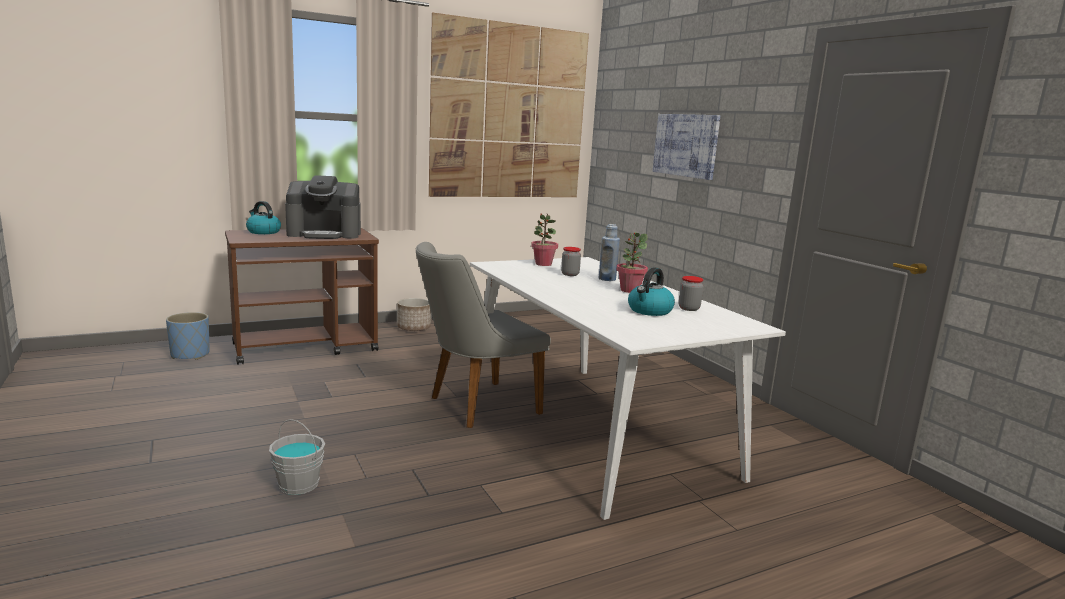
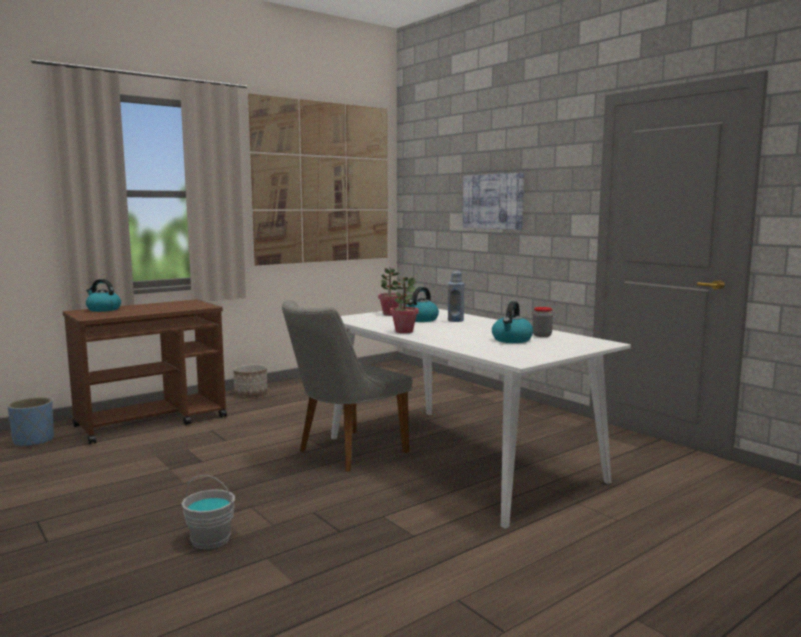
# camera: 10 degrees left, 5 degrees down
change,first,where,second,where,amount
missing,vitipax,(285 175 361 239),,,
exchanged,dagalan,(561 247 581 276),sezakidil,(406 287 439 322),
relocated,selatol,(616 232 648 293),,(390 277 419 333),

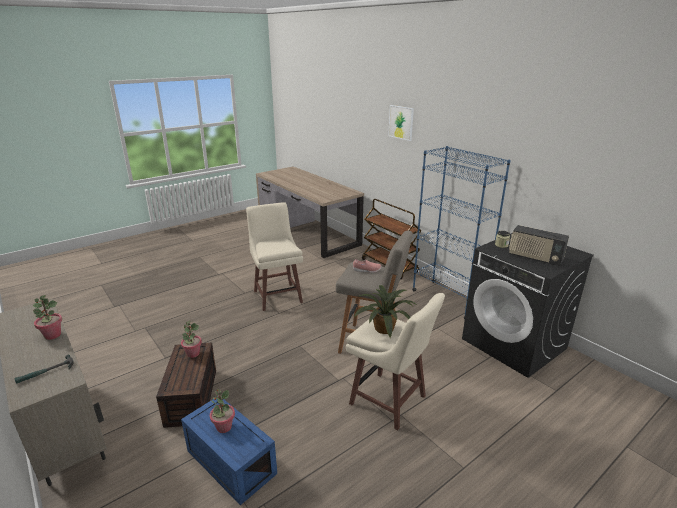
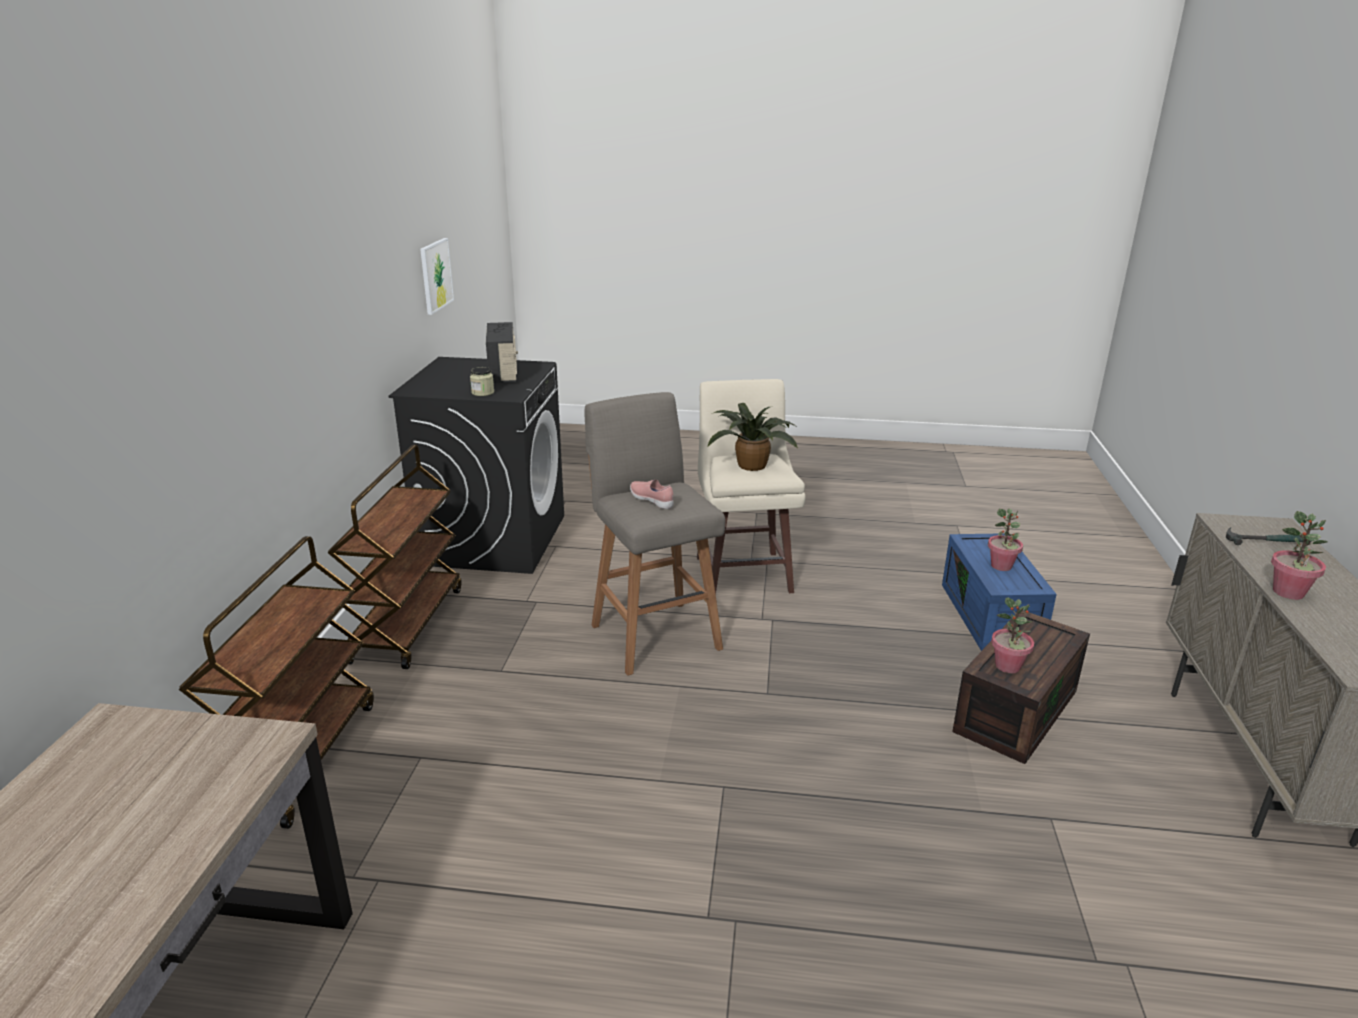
# camera: 135 degrees left, 0 degrees up
change,first,where,second,where,amount
missing,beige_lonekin,(246 202 303 311),,,
relocated,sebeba,(388 105 414 141),,(420 238 454 315),
exchanged,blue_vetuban,(412 146 511 319),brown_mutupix,(328 445 462 669),

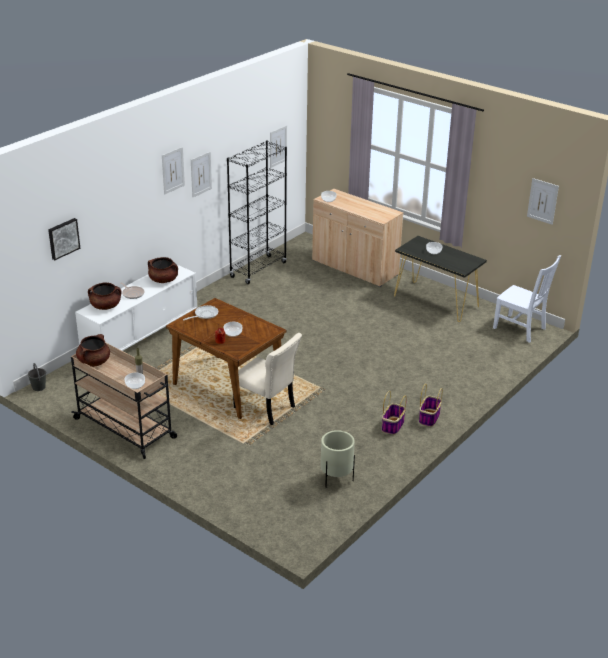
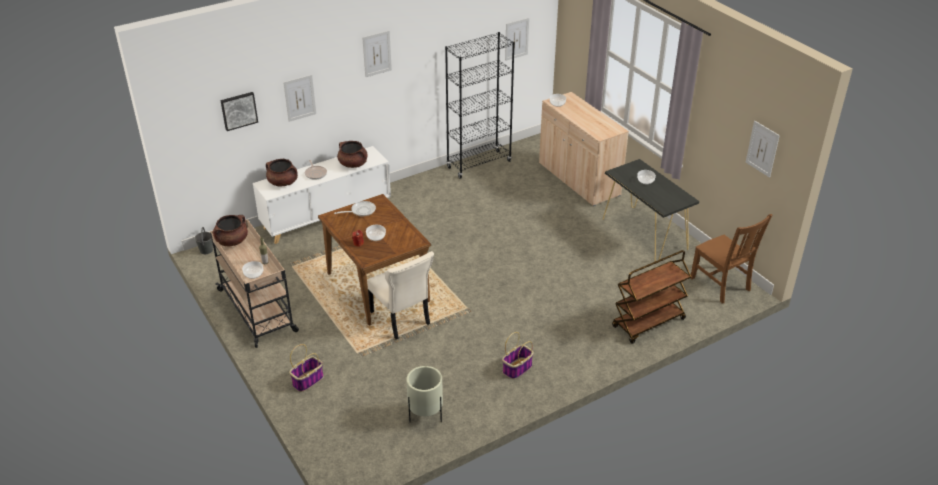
# camera: 20 degrees right, 5 degrees up
change,first,where,second,where,amount
relocated,sebeba,(191 152 212 197),,(283 75 316 122),
relocated,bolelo,(419 384 443 427),,(289 344 324 392),
colour,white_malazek,(493 255 561 343),brown_malazek,(690 214 772 304),
appeared,,,brown_mutupix,(612 250 691 344),

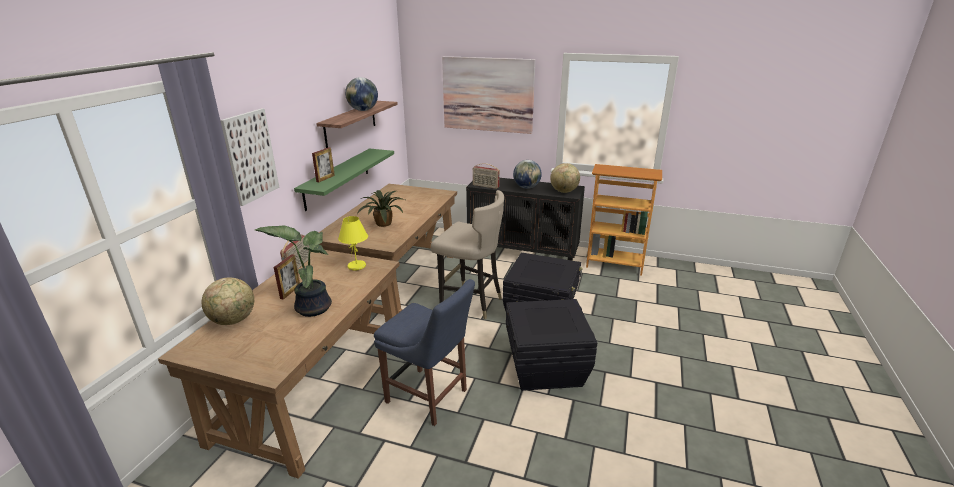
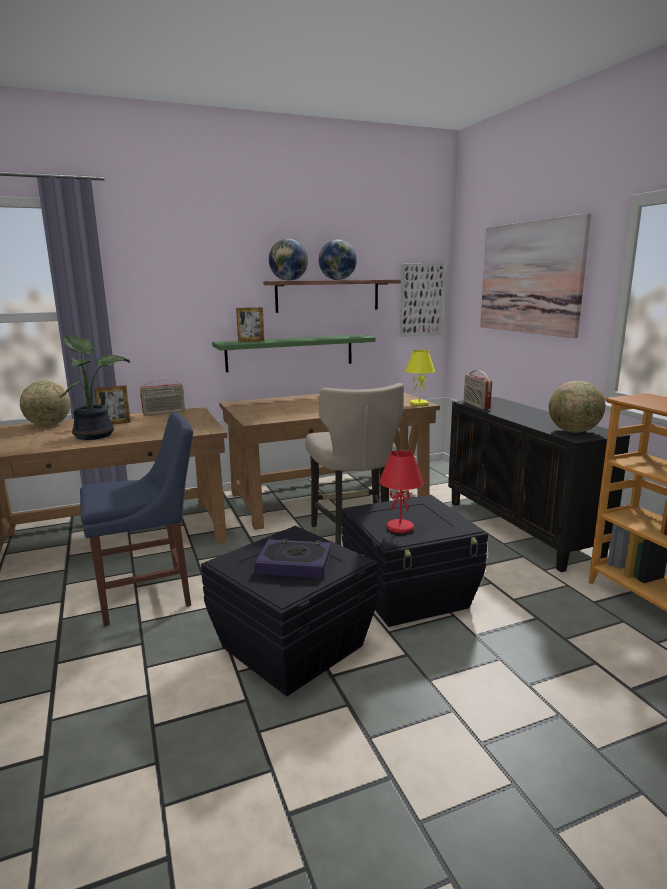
# camera: 50 degrees right, 10 degrees down
change,first,where,second,where,amount
relocated,sebeba,(220 108 279 206),,(400 263 445 337),
relocated,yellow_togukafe,(338 216 368 271),,(405 350 435 406),
missing,selatol,(357 190 407 227),,,
spun,blue_malazek,(374 279 475 426),,(80 412 193 626),105 degrees counterclockwise
relocated,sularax,(513 160 542 189),,(269 239 308 281),
appeared,,,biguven,(255 539 332 578),
appeared,,,red_togukafe,(379 450 424 533),

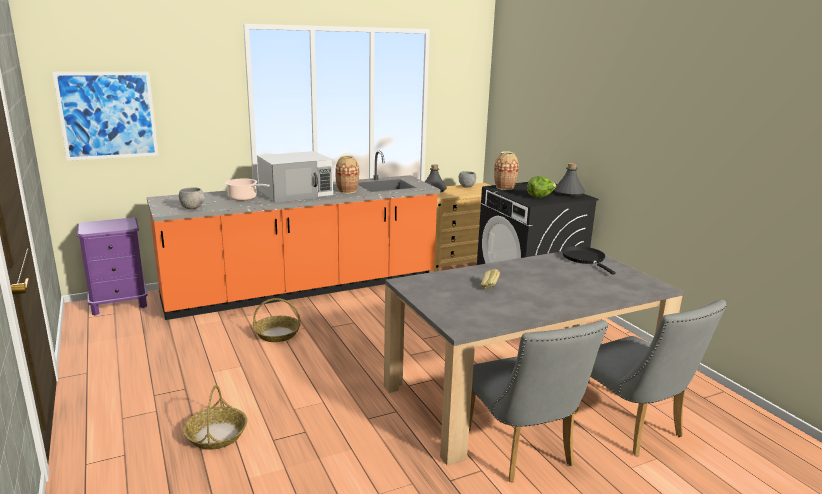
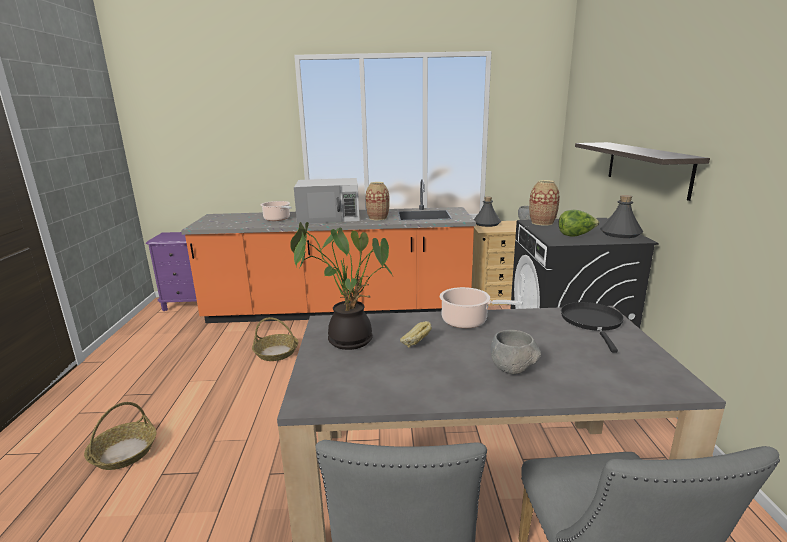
# camera: 25 degrees right, 0 degrees up
change,first,where,second,where,amount
missing,sebeba,(52 72 159 161),,,
relocated,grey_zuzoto,(179 187 205 209),,(491 330 541 374),
appeared,,,selatol,(290 222 393 350),
appeared,,,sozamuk,(440 287 523 328),
appeared,,,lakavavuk,(575 142 710 201),

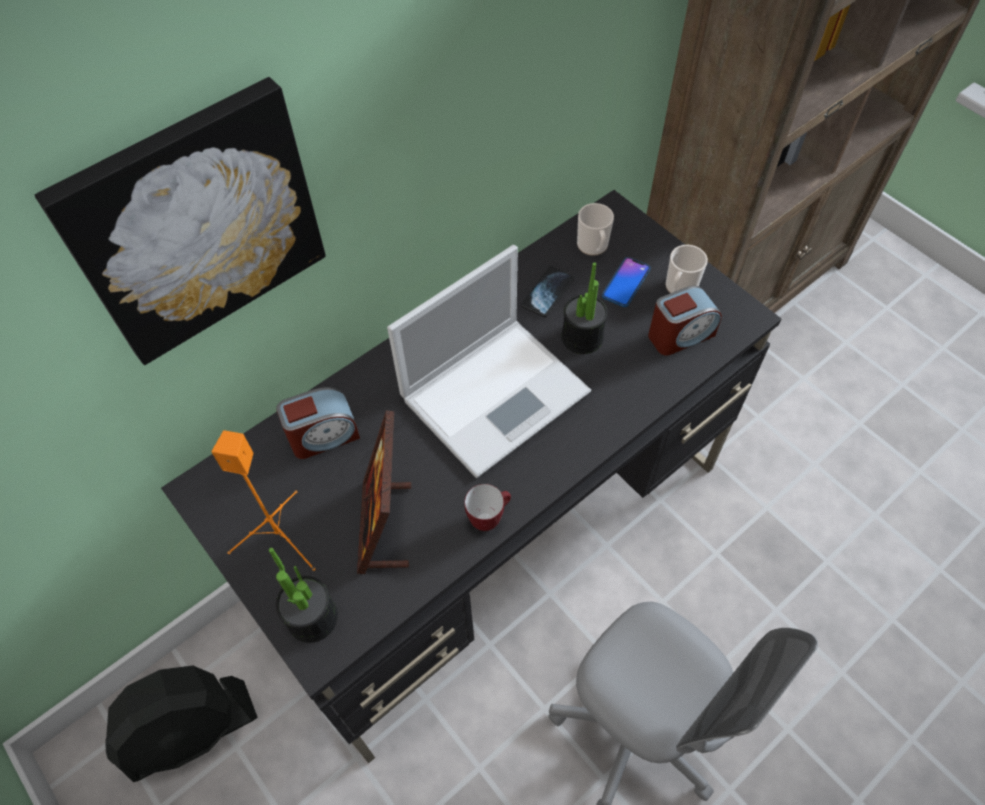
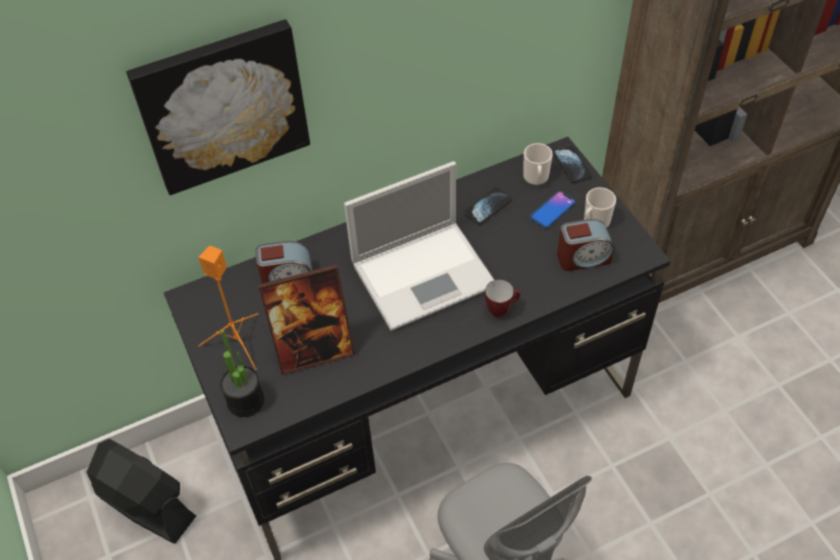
# camera: 15 degrees right, 5 degrees down
change,first,where,second,where,amount
spun,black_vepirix,(106 666 257 782),,(87 439 196 544),135 degrees counterclockwise
spun,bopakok,(357 410 411 574),,(258 264 355 375),120 degrees counterclockwise
relocated,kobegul,(465 484 511 531),,(485 280 520 317),
missing,selatol,(561 262 608 354),,,
appeared,,,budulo,(553 145 592 183),

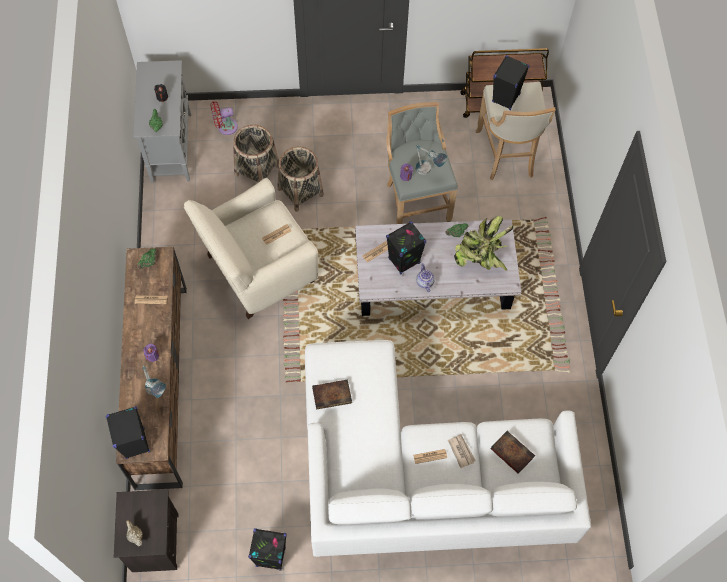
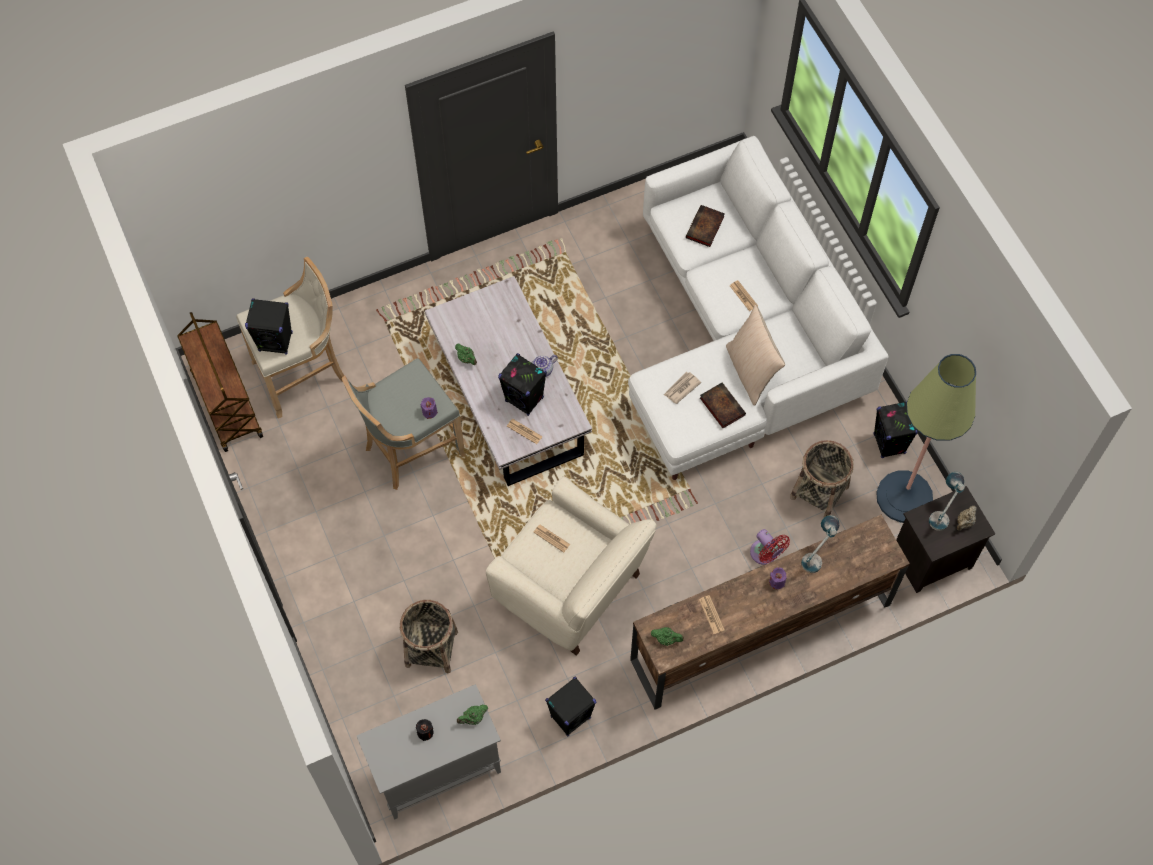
# camera: 110 degrees left, 0 degrees up
change,first,where,second,where,amount
relocated,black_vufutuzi,(106 407 150 459),,(545 677 596 737),
relocated,red_vepirix,(210 101 238 135),,(750 529 790 565),
relocated,bolelo,(278 147 324 212),,(790 440 854 517),
relocated,togukafe,(415 145 447 175),,(929 472 965 531),
relocated,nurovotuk,(448 434 476 468),,(664 372 701 404),
missing,selatol,(454 216 513 271),,,
appeared,,,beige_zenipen,(726 304 785 406),
appeared,,,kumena,(876 354 976 523),

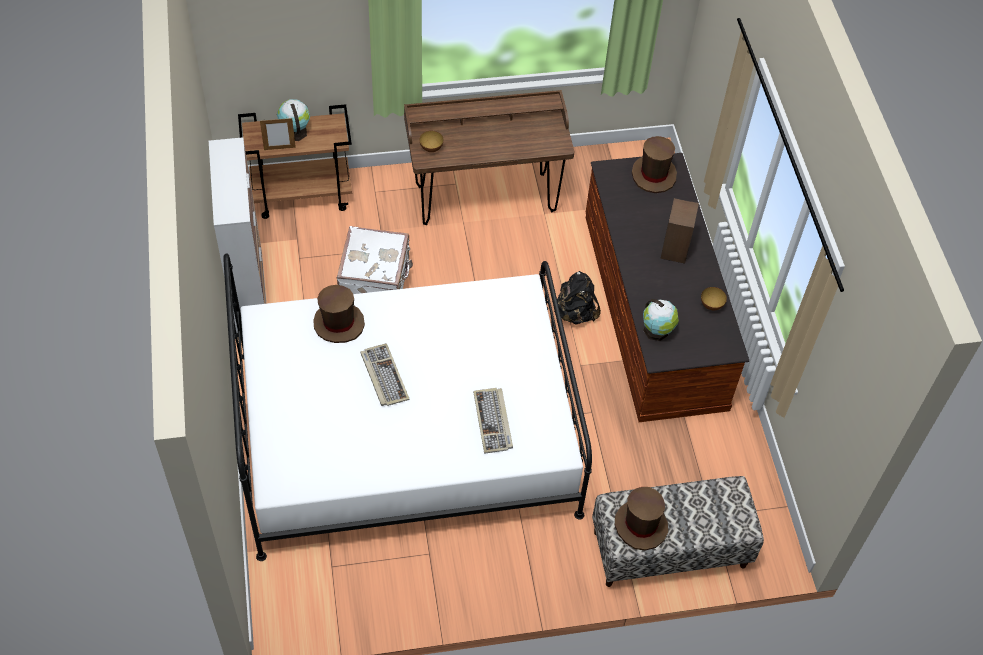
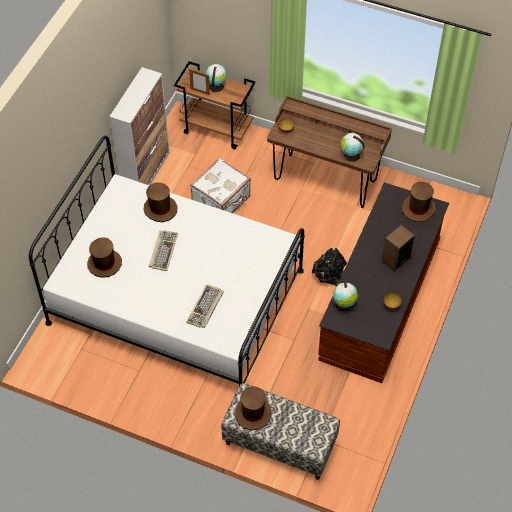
# camera: 35 degrees right, 0 degrees up
change,first,where,second,where,amount
appeared,,,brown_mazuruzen,(87 237 122 278),
appeared,,,sularax,(340 133 365 162),

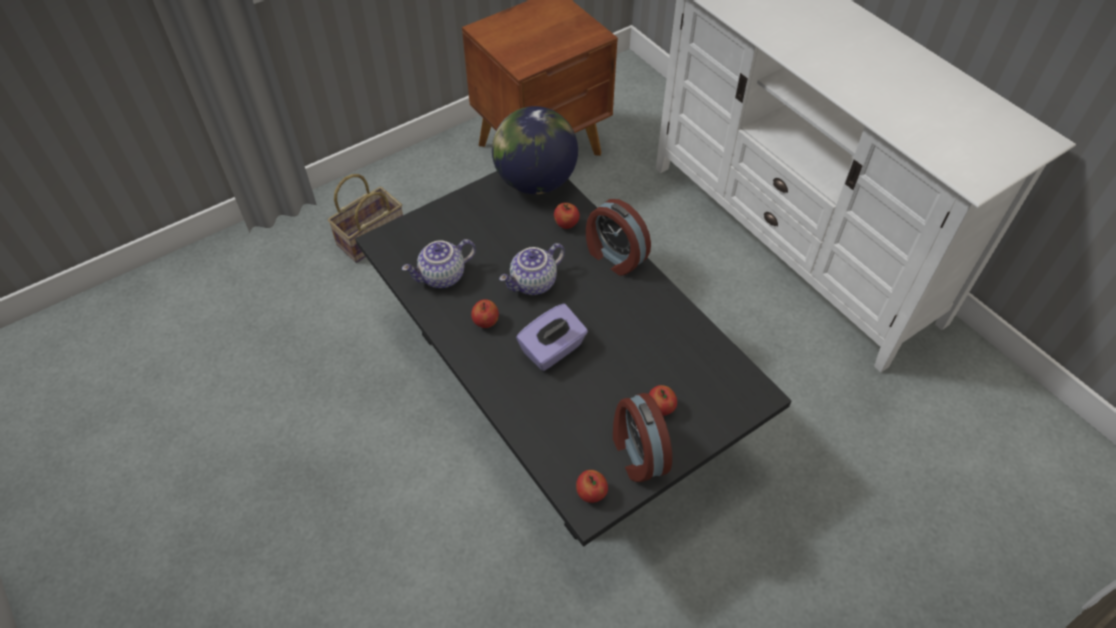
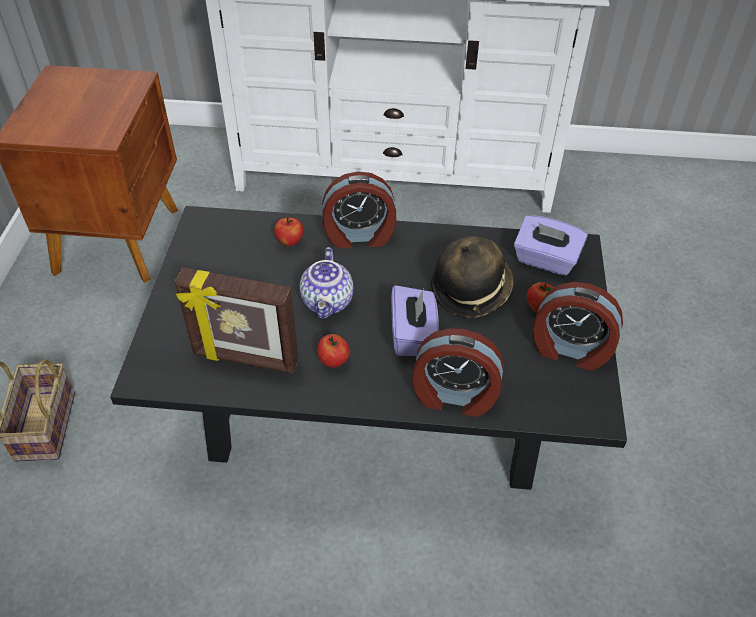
# camera: 50 degrees left, 5 degrees down
change,first,where,second,where,amount
exchanged,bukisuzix,(402 239 476 288),bopakok,(175 268 299 374),
missing,sularax,(492 106 578 194),,,
missing,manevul,(576 470 608 503),,,
appeared,,,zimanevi,(412 328 504 417),
appeared,,,mazuruzen,(431 236 513 318),
appeared,,,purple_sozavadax,(514 215 588 276),

